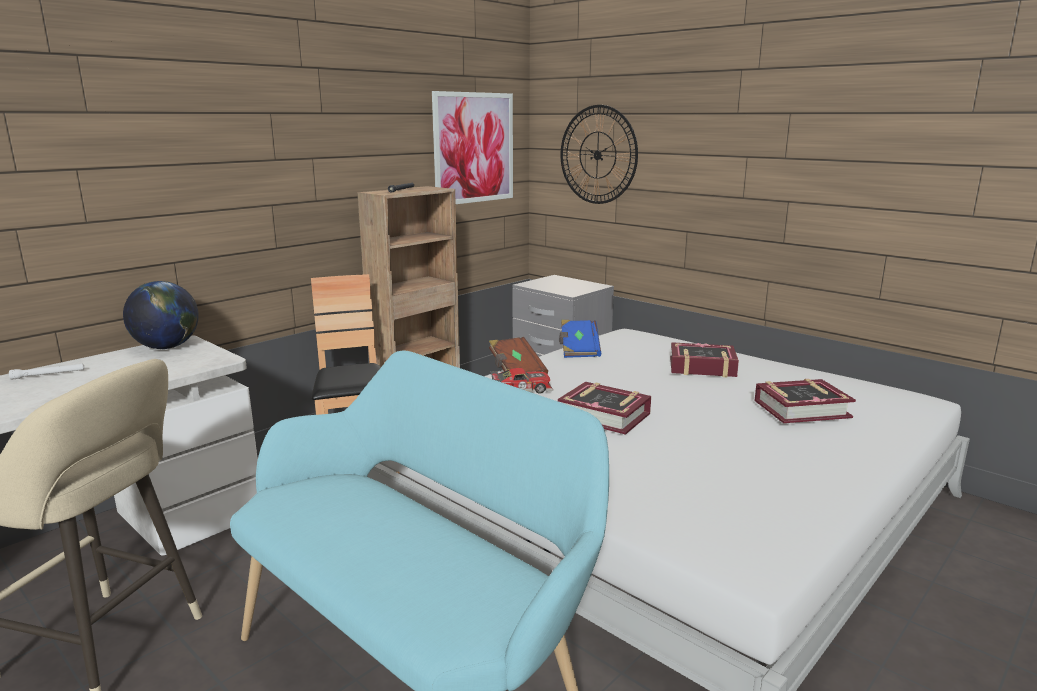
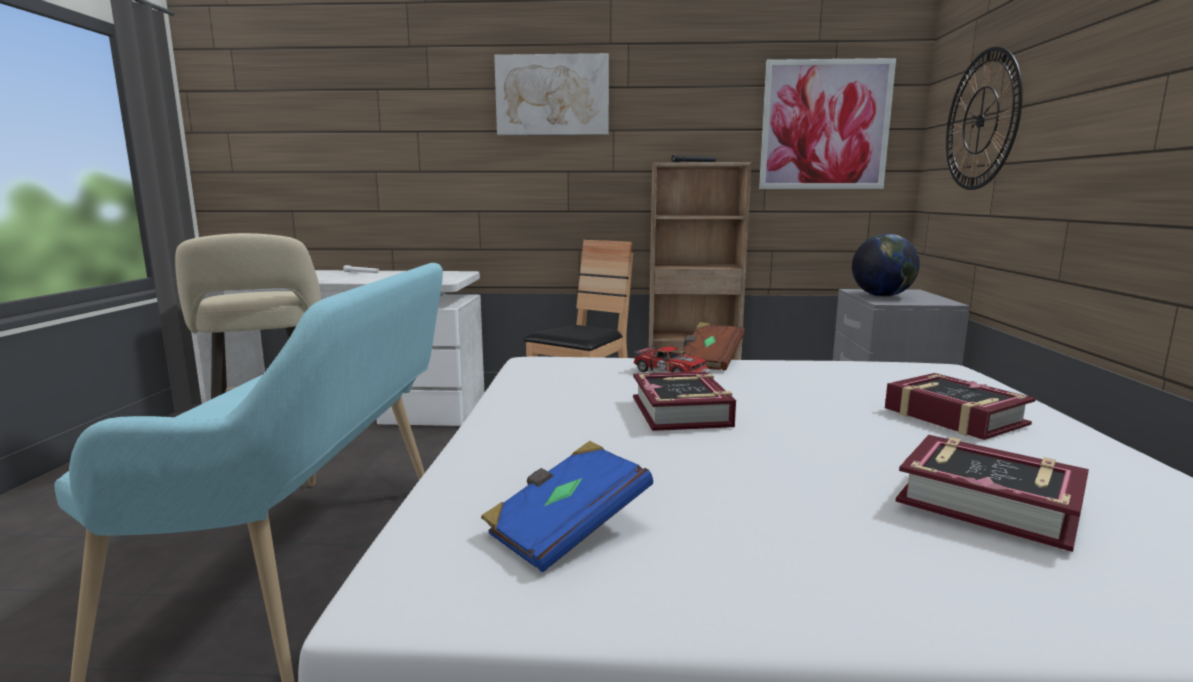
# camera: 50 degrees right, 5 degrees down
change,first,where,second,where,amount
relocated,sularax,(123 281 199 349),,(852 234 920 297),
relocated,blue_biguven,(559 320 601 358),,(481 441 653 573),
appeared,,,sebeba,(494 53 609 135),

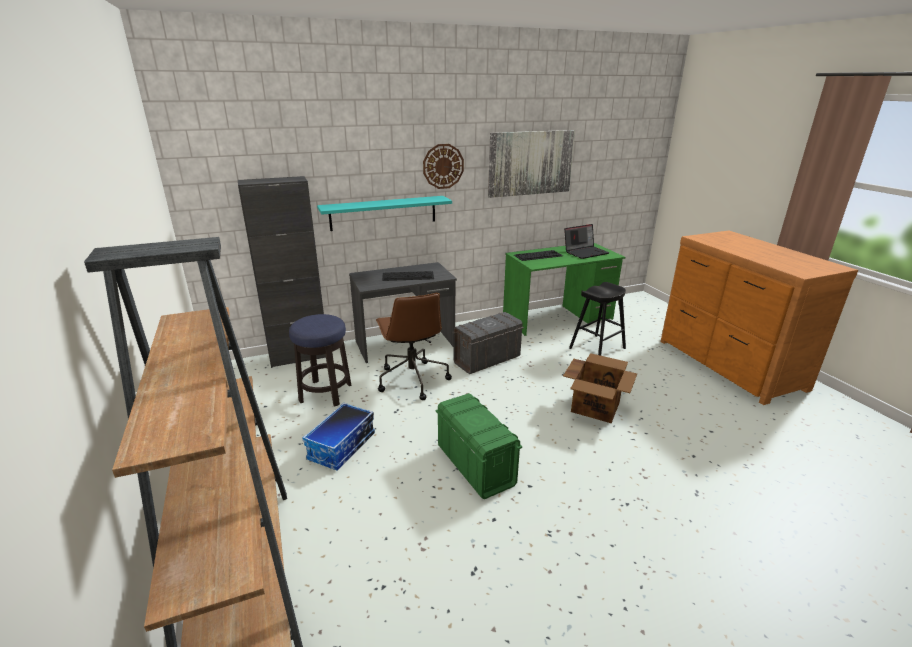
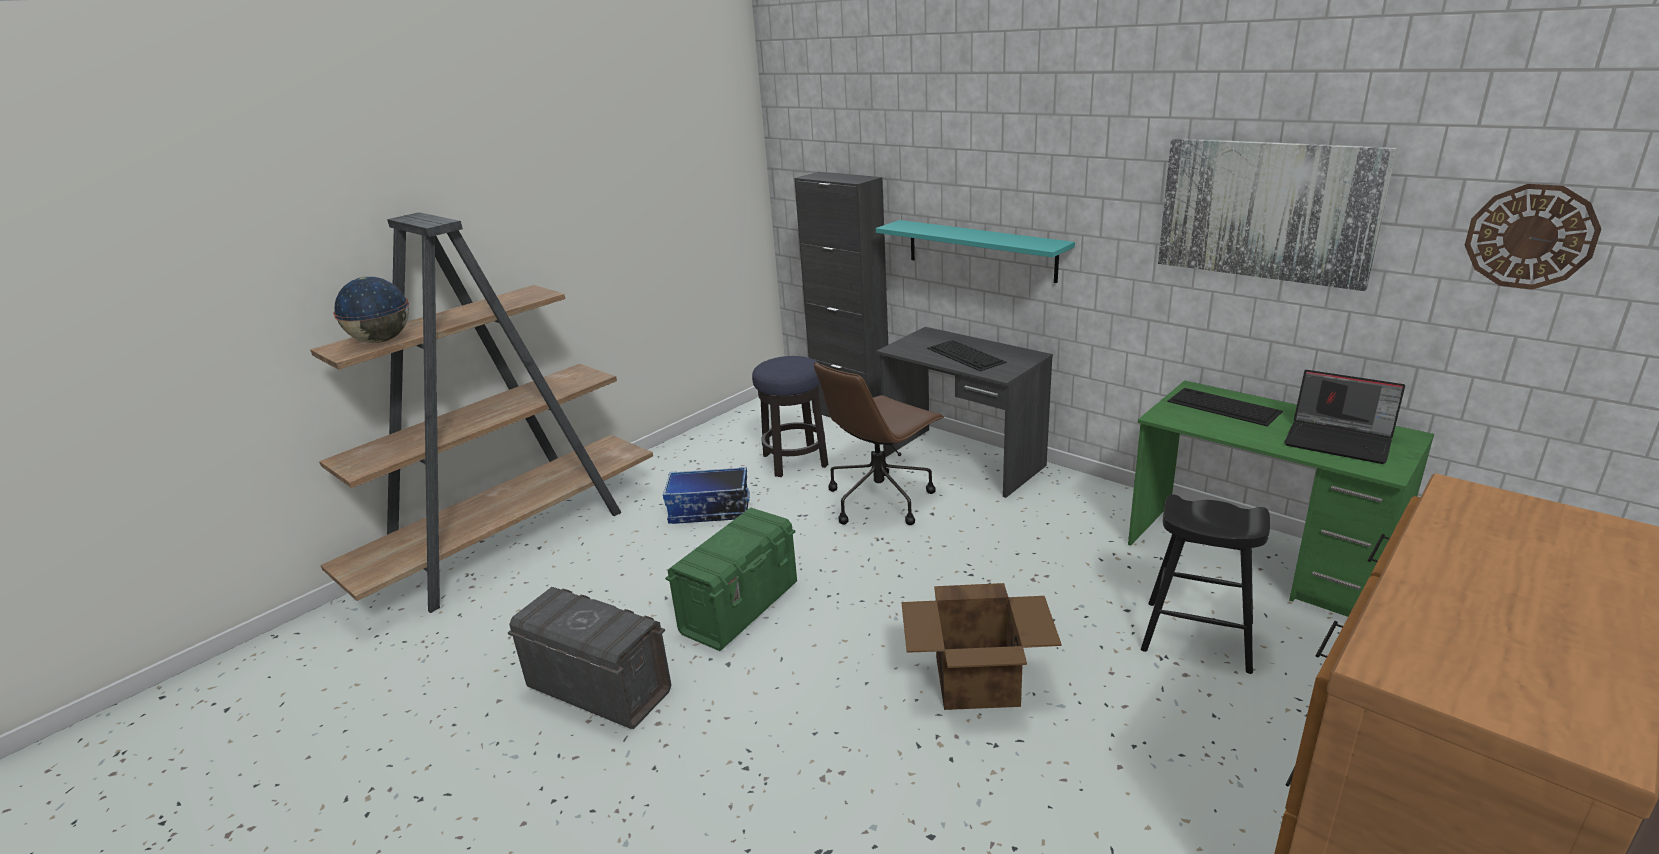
# camera: 65 degrees right, 0 degrees up
change,first,where,second,where,amount
relocated,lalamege,(423 144 464 189),,(1465 184 1601 290),
relocated,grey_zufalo,(452 312 524 374),,(508 587 671 729),
appeared,,,sularax,(333 277 409 343),

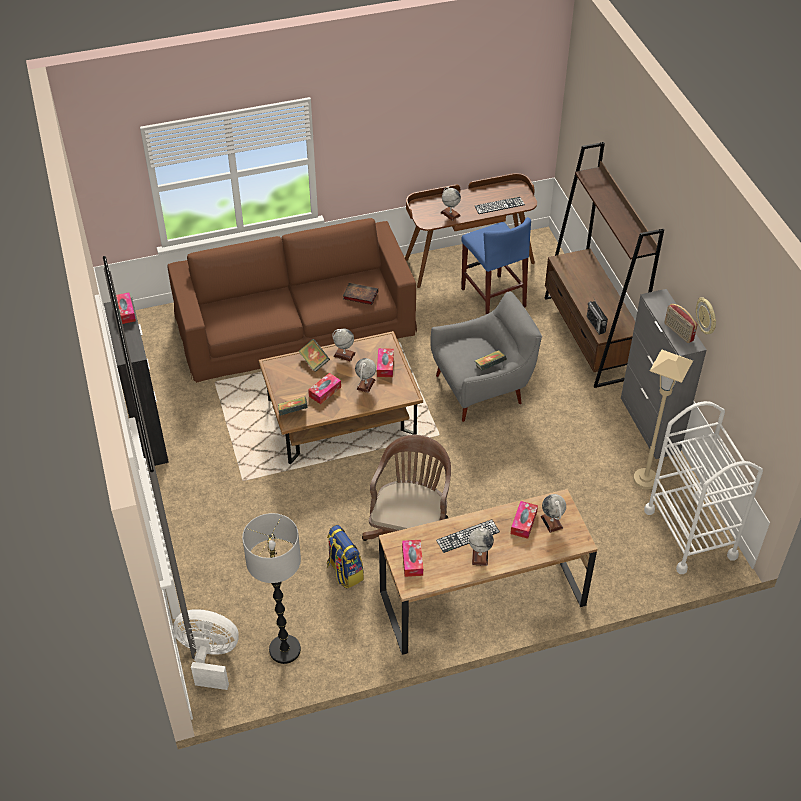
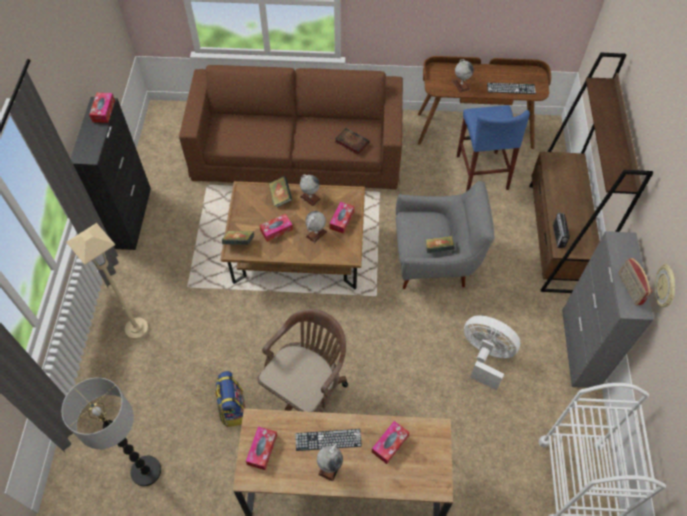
# camera: 20 degrees right, 10 degrees up
change,first,where,second,where,amount
relocated,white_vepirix,(173 609 239 690),,(464 315 520 390),
missing,sularax,(540 494 566 533),,,
relocated,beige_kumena,(633 349 693 489),,(66 223 149 340),

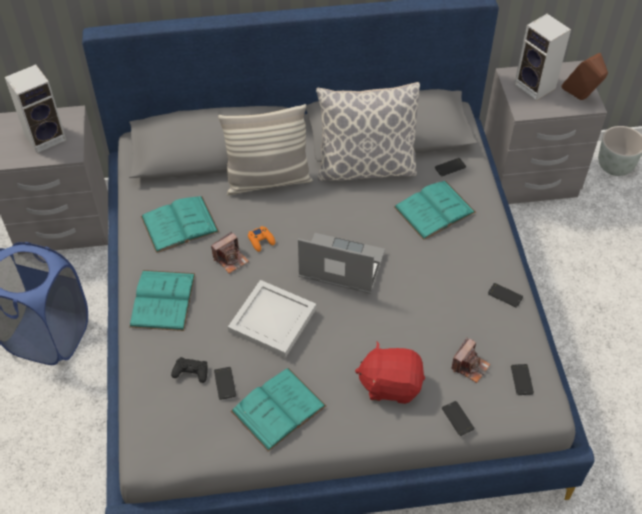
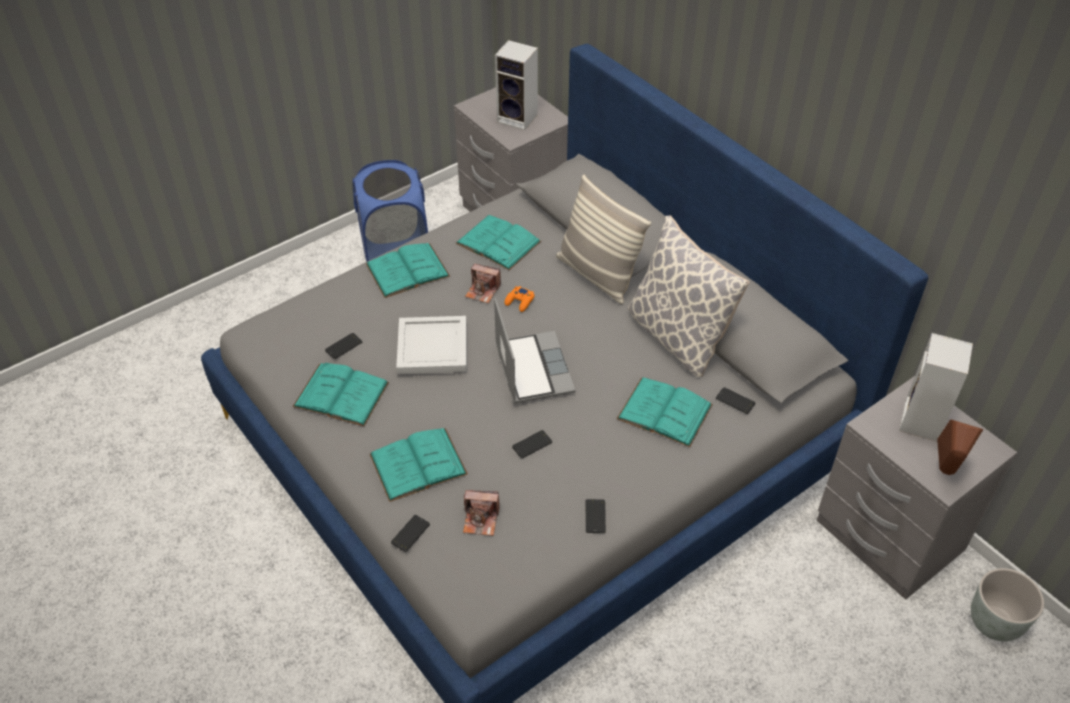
# camera: 60 degrees right, 5 degrees down
change,first,where,second,where,amount
missing,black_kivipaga,(171 357 208 383),,,
exchanged,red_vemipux,(355 341 425 404),turquoise_biguven,(370 428 468 502),
relocated,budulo,(511 364 534 395),,(512 430 552 458),

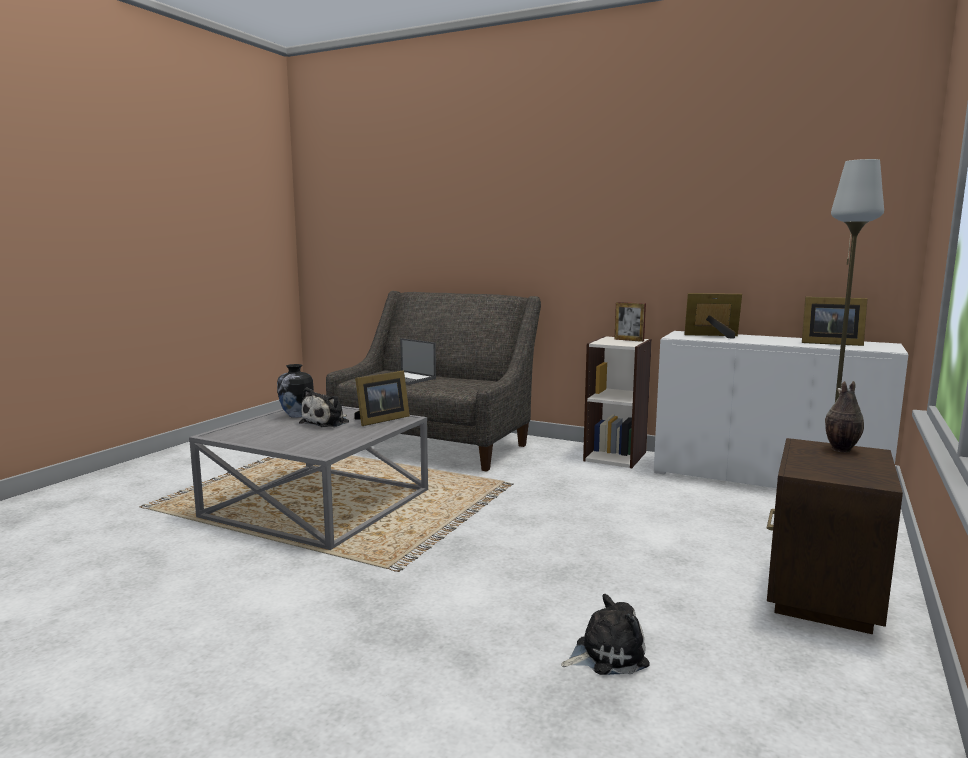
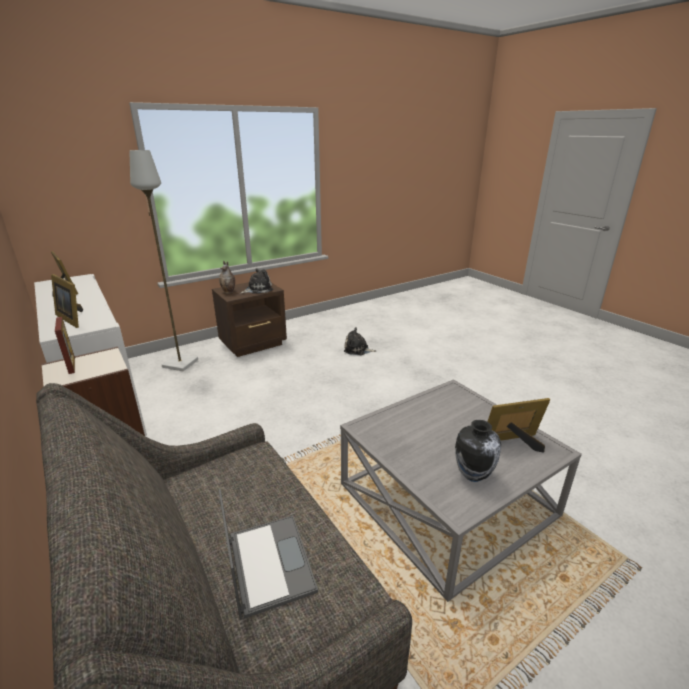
# camera: 150 degrees left, 15 degrees up
change,first,where,second,where,amount
relocated,vemipux,(299 388 349 427),,(240 268 273 294),
relocated,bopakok,(354 370 410 426),,(487 398 550 453),

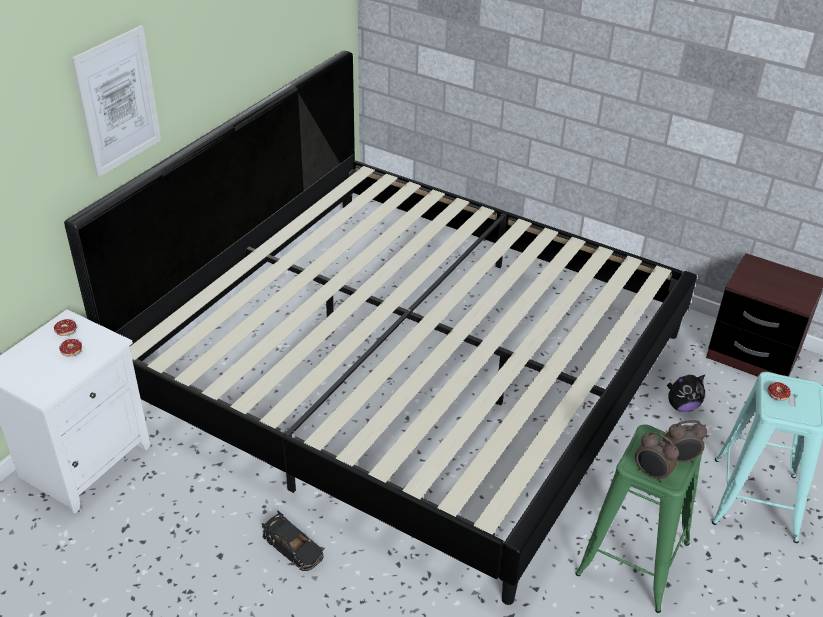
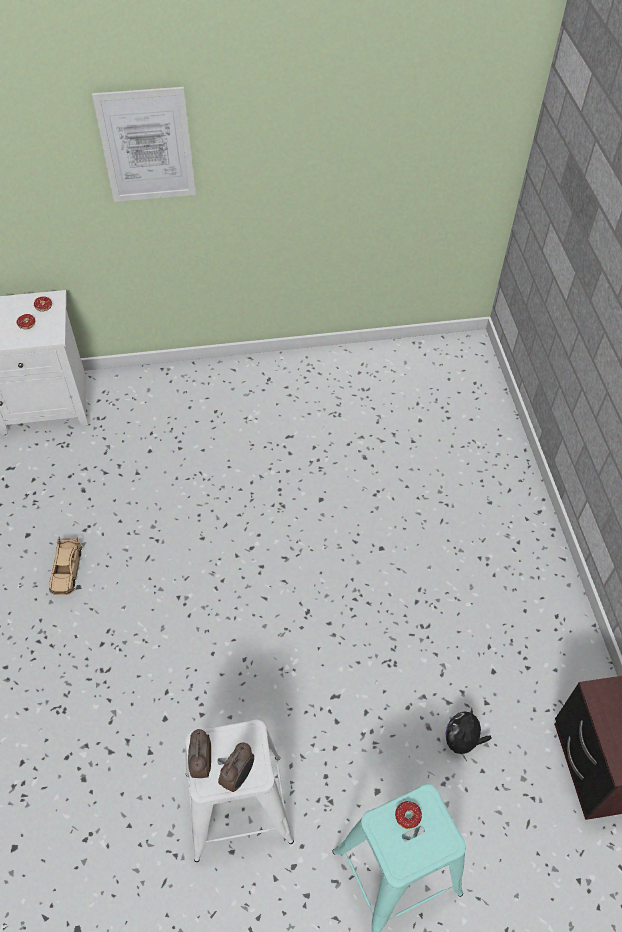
# camera: 50 degrees right, 15 degrees up
change,first,where,second,where,amount
missing,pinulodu,(64 51 697 605),,,
colour,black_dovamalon,(262 511 324 571),beige_dovamalon,(49 537 82 595),
colour,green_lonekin,(576 425 702 613),white_lonekin,(185 719 294 862),
spun,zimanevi,(663 420 707 462),,(218 742 254 792),105 degrees counterclockwise
spun,vemipux,(667 375 705 412),,(445 708 492 762),75 degrees clockwise

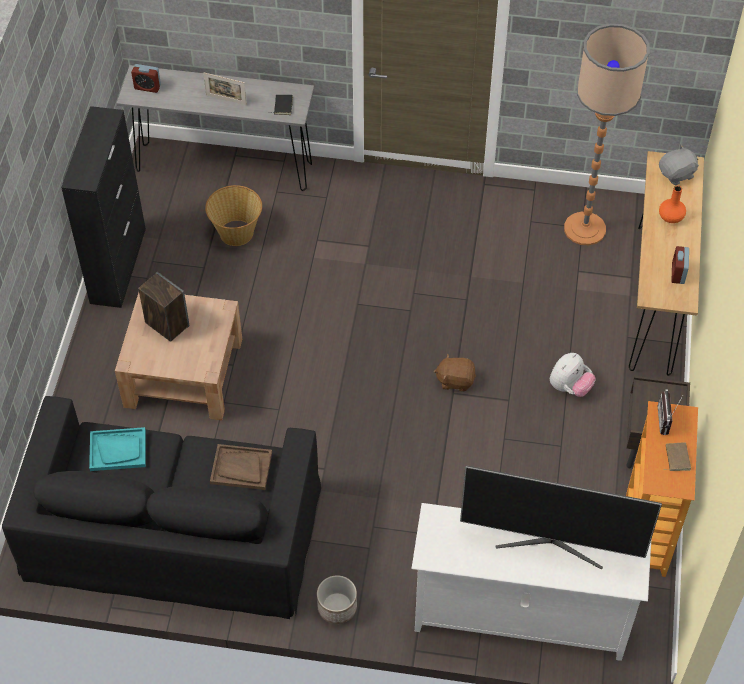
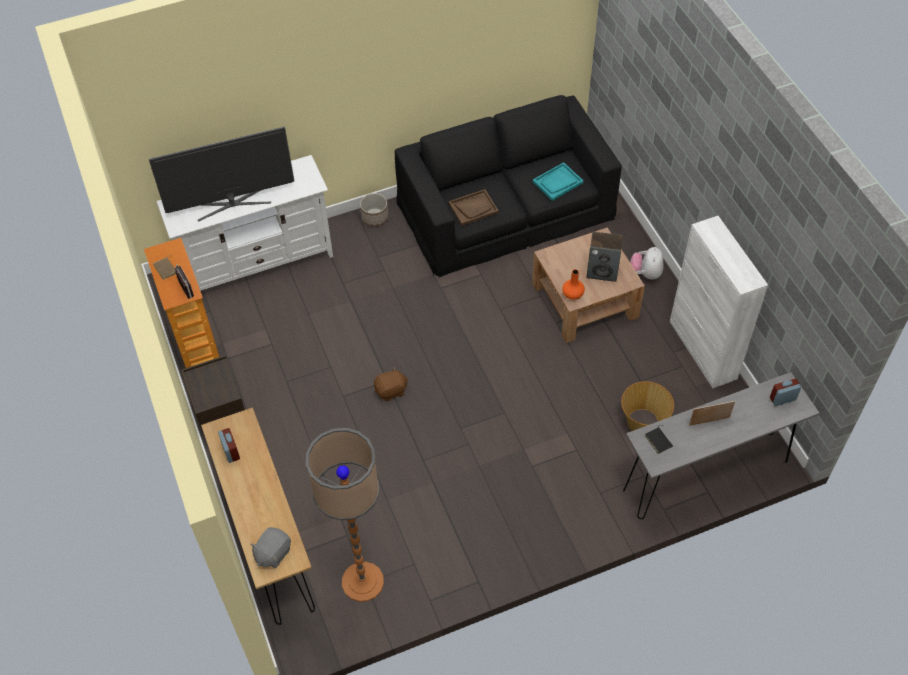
# camera: 150 degrees right, 0 degrees up
change,first,where,second,where,amount
colour,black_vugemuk,(61 106 146 308),white_vugemuk,(670 216 768 388),
relocated,vemipux,(550 353 596 397),,(630 247 663 279),
relocated,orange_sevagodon,(659 186 686 223),,(562 269 585 300),

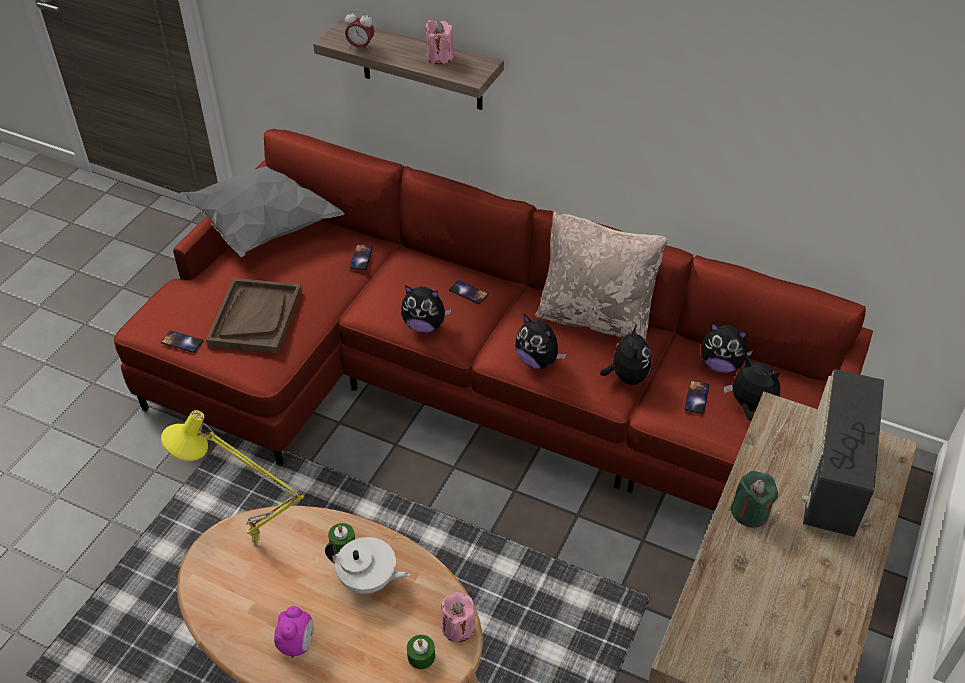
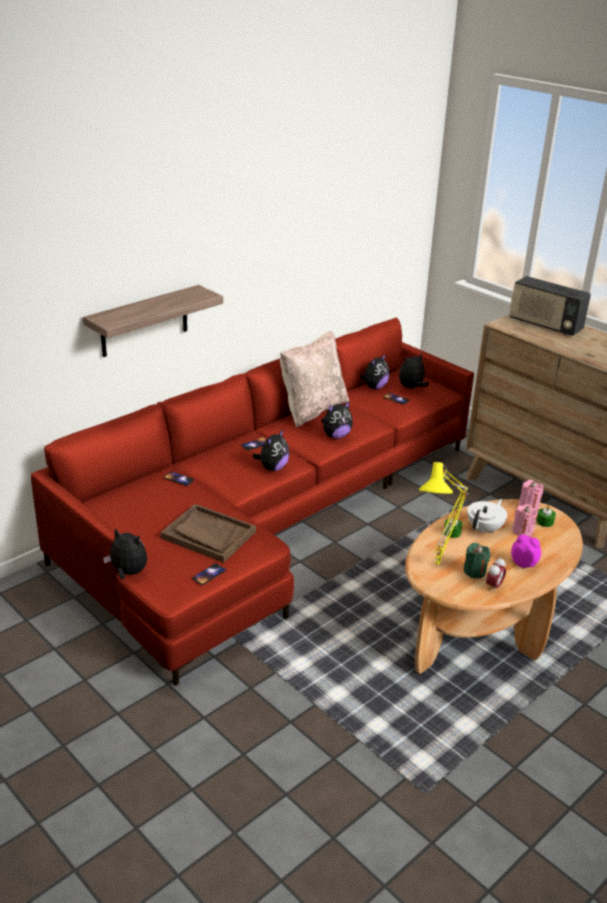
# camera: 70 degrees left, 15 degrees down
change,first,where,second,where,amount
missing,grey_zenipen,(179 166 345 257),,,
relocated,zimanevi,(345 10 374 51),,(486 557 506 591),
relocated,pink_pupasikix,(425 20 453 64),,(512 504 538 537),
relocated,vemipux,(600 324 652 385),,(103 528 147 580),
relocated,green_pupasikix,(730 471 778 528),,(464 543 491 578),

